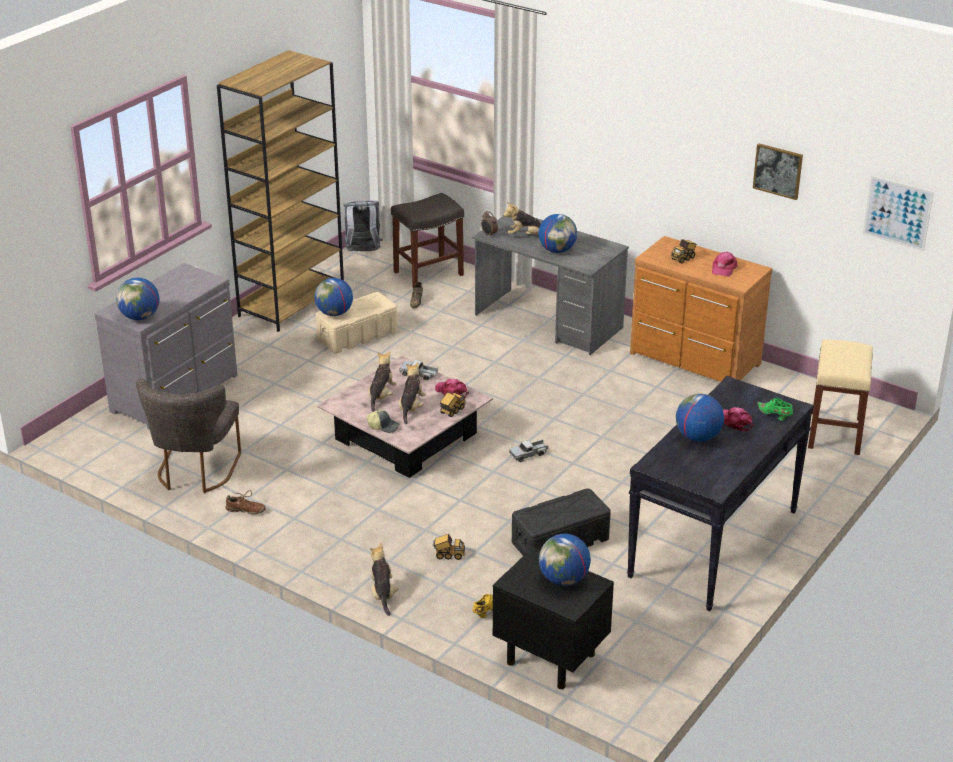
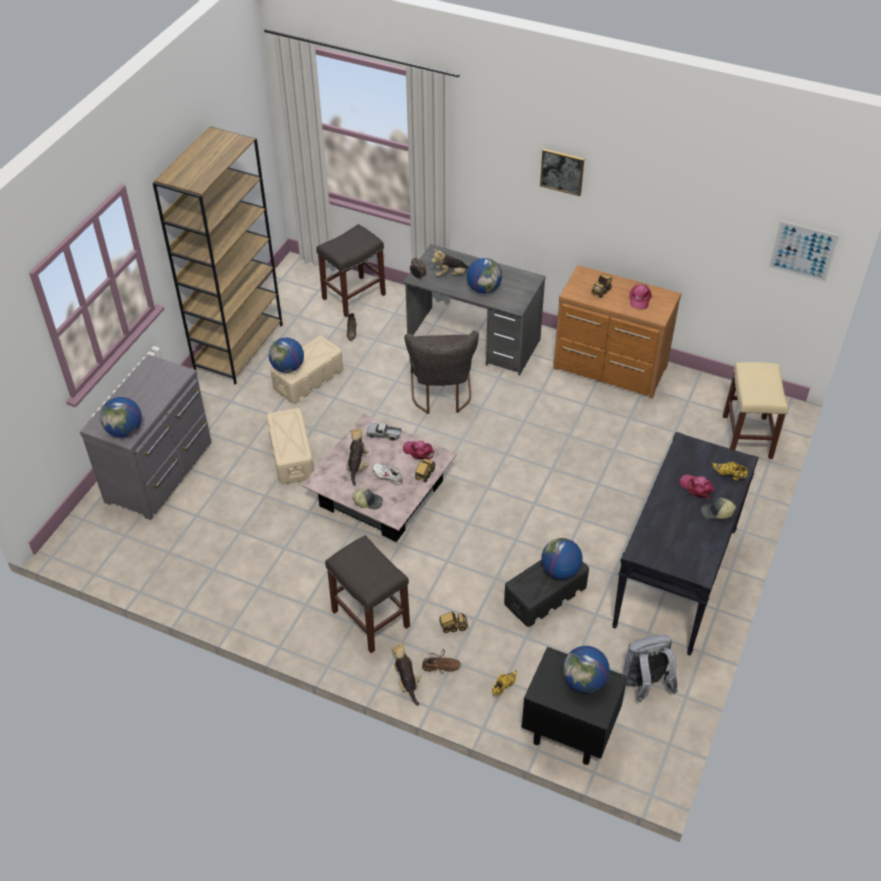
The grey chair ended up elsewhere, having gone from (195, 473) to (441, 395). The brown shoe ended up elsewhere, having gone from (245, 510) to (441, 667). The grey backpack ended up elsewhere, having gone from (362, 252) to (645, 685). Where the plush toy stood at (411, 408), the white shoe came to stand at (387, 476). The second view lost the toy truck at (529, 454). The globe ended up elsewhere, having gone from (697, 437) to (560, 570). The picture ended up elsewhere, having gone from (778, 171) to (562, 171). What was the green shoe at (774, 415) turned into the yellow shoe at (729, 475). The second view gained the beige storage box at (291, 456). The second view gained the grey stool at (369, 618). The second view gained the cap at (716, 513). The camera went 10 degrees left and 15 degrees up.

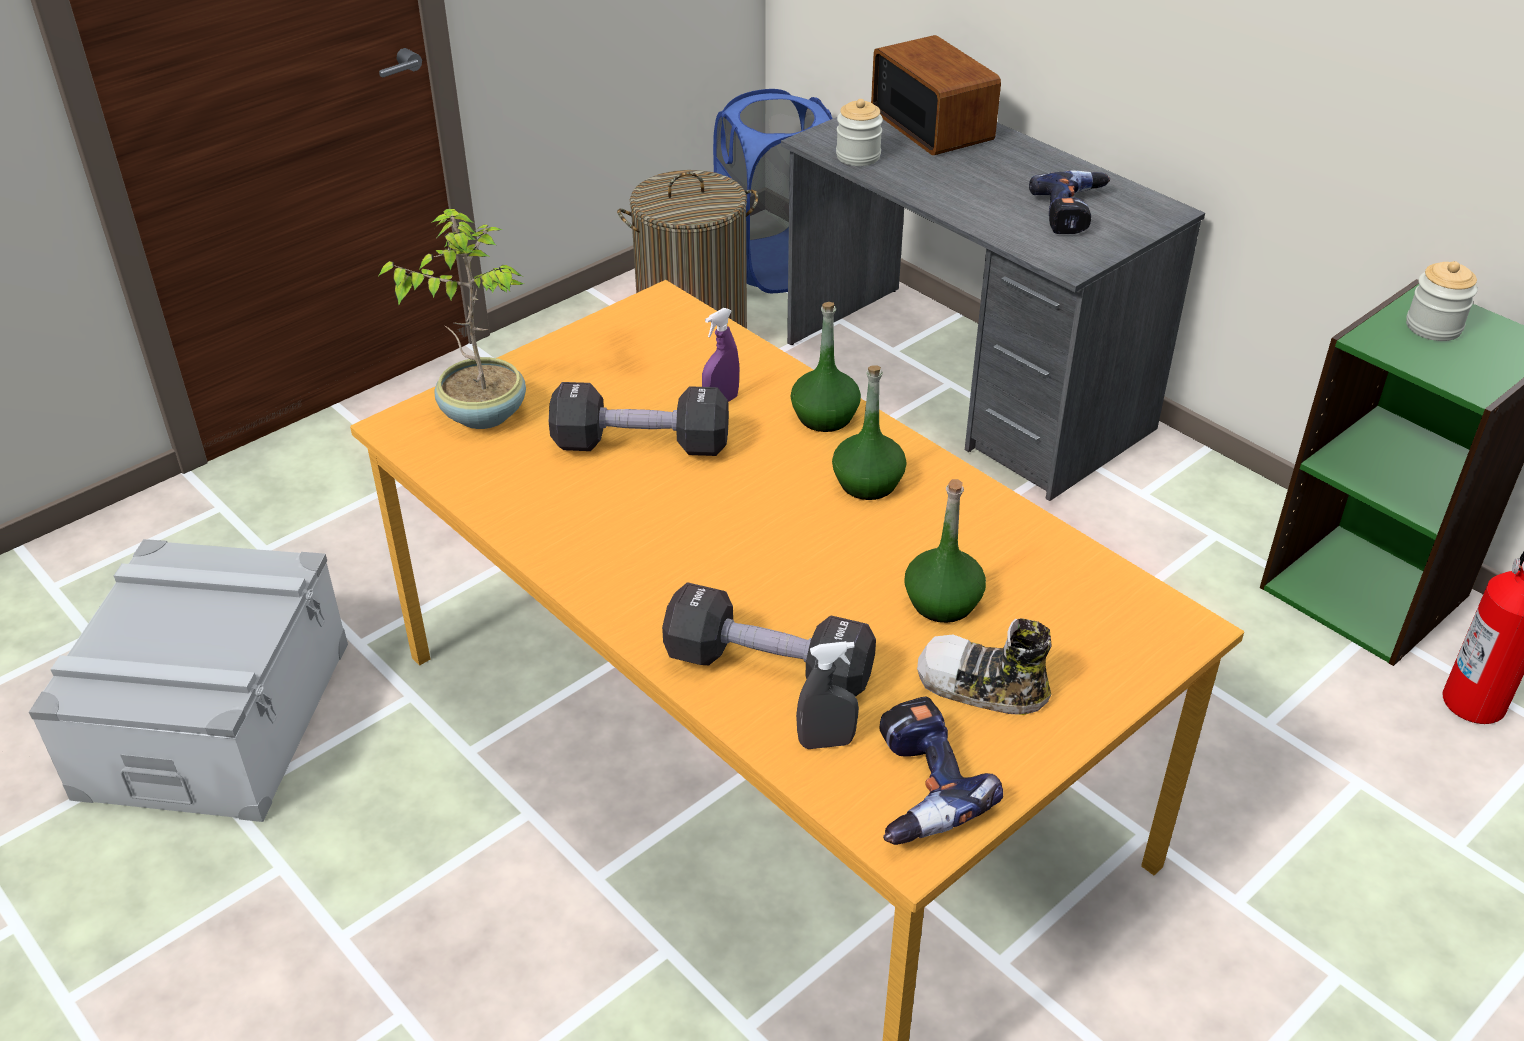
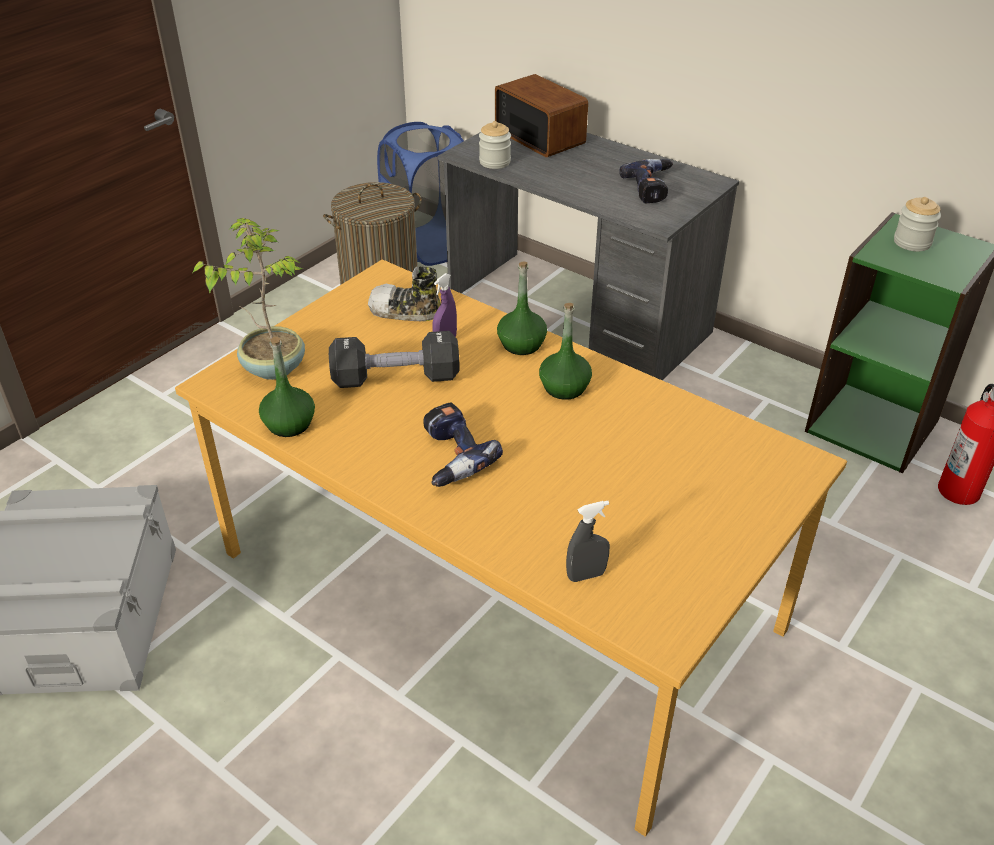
The second view lost the black dumbbell at (768, 667). The power drill ended up elsewhere, having gone from (916, 788) to (450, 457). The green bottle ended up elsewhere, having gone from (943, 603) to (289, 424). The shoe ended up elsewhere, having gone from (982, 687) to (405, 311). The camera went 10 degrees left and 0 degrees up.

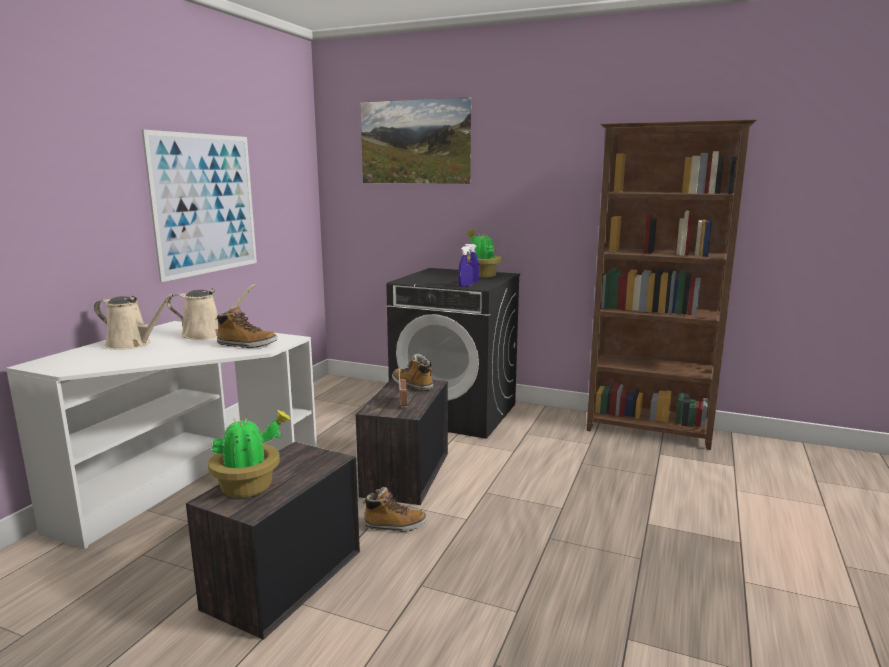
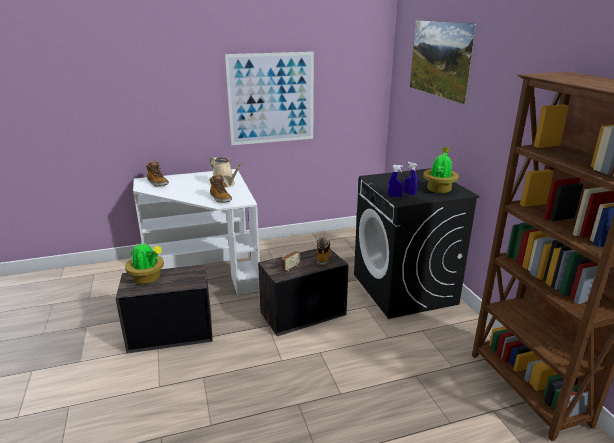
The second view lost the beige watering can at (132, 344). The boot ended up elsewhere, having gone from (394, 526) to (157, 183). The camera went 50 degrees right and 10 degrees up.

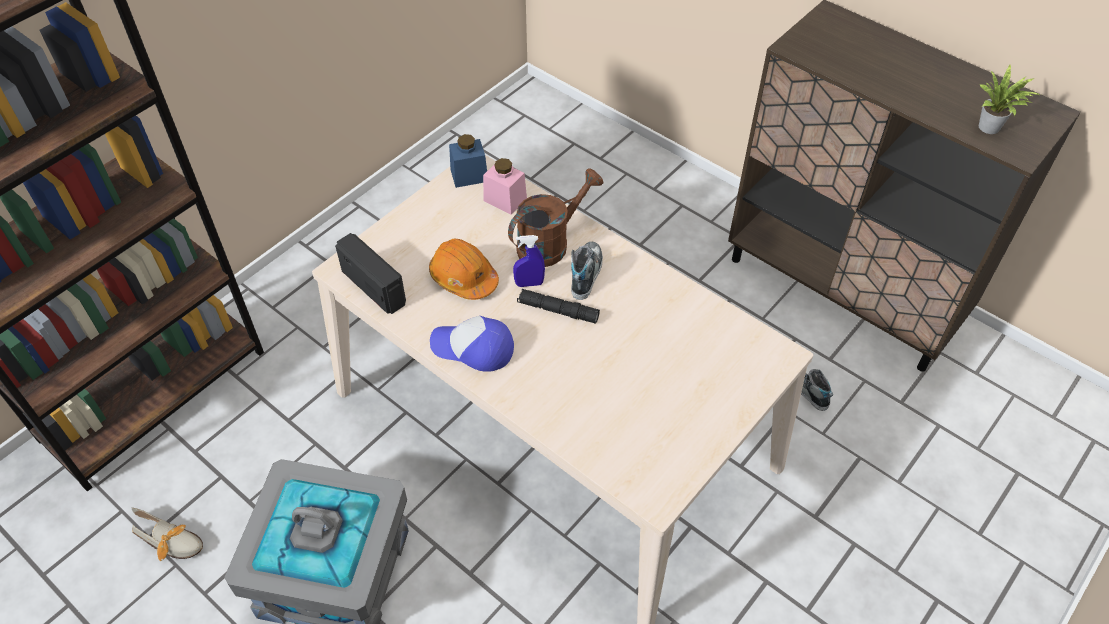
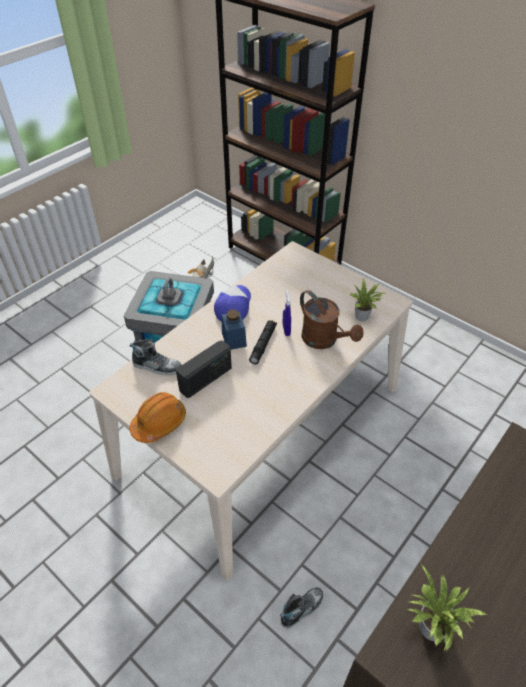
The radio ended up elsewhere, having gone from (374, 287) to (206, 379). The orange hard hat ended up elsewhere, having gone from (463, 277) to (159, 422). The blue jar ended up elsewhere, having gone from (469, 175) to (234, 339). Where the pink jar stood at (505, 199), the potted plant came to stand at (363, 317). The shoe ended up elsewhere, having gone from (585, 273) to (157, 366). The camera went 90 degrees right and 5 degrees down.

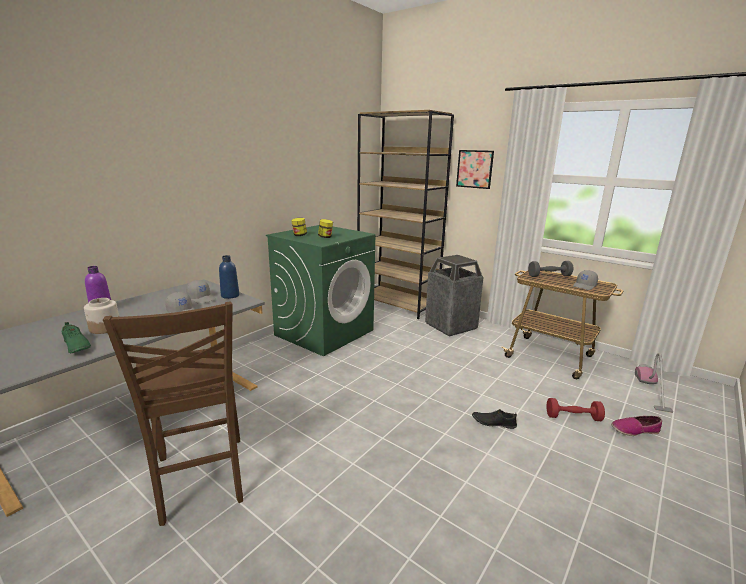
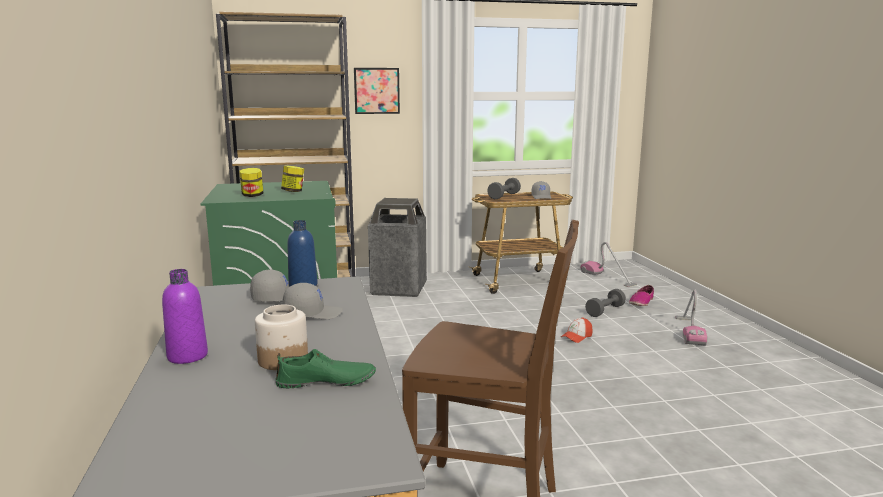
Where the black shoe stood at (493, 422), the cap came to stand at (576, 337). What was the red dumbbell at (573, 417) turned into the grey dumbbell at (605, 311). The second view gained the vacuum cleaner at (689, 331). The camera went 50 degrees left and 5 degrees down.

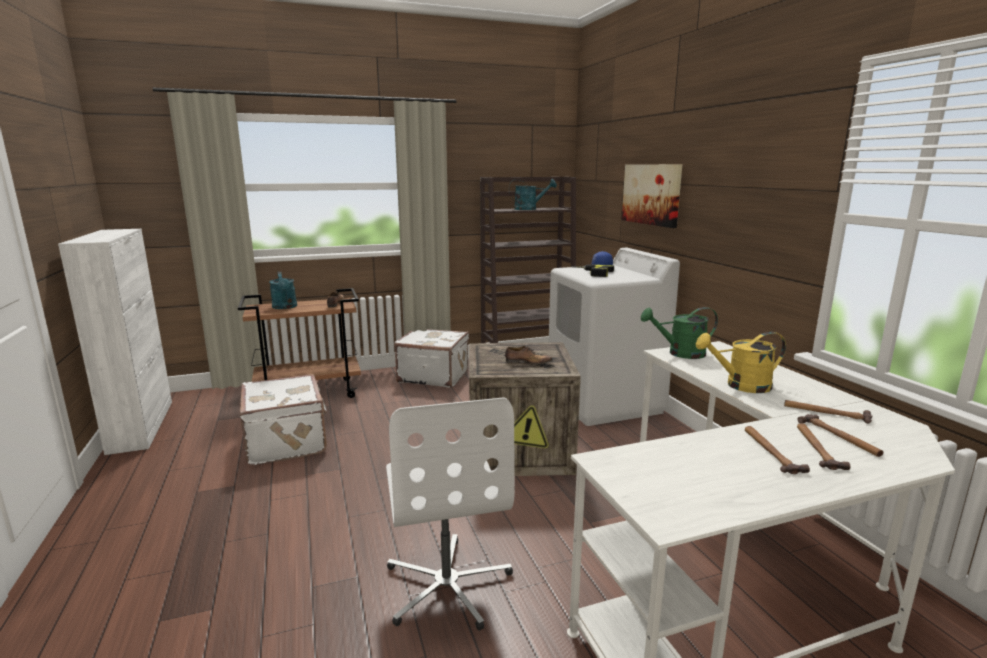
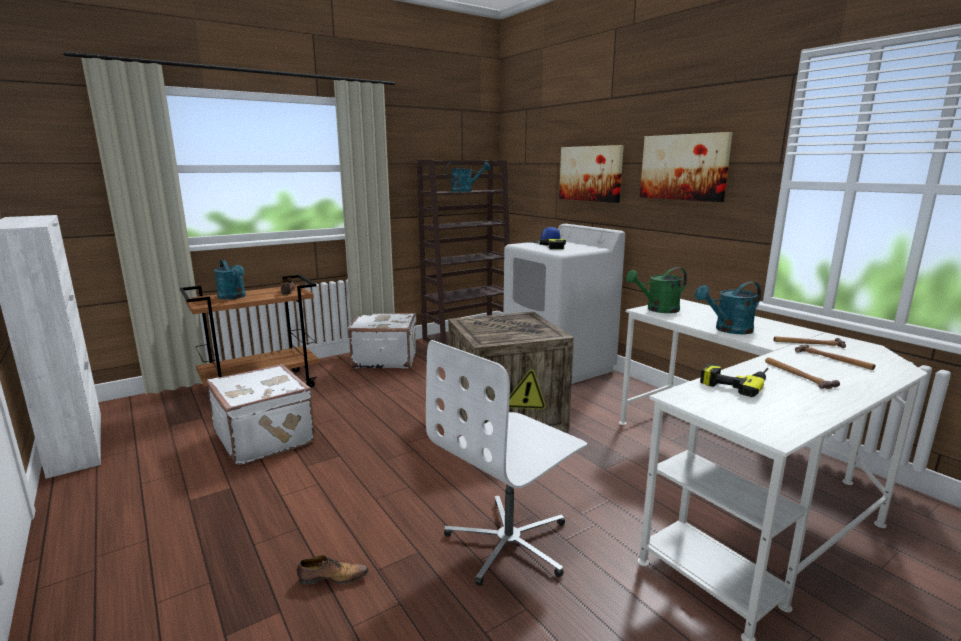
The white office chair at (447, 584) ended up facing another way, 75 degrees clockwise from before. The shoe ended up elsewhere, having gone from (527, 362) to (332, 578). What was the yellow watering can at (740, 386) turned into the turquoise watering can at (728, 330). The second view lost the hammer at (817, 448). The second view gained the picture at (684, 167). The second view gained the power drill at (736, 381). The camera went 15 degrees left and 0 degrees up.

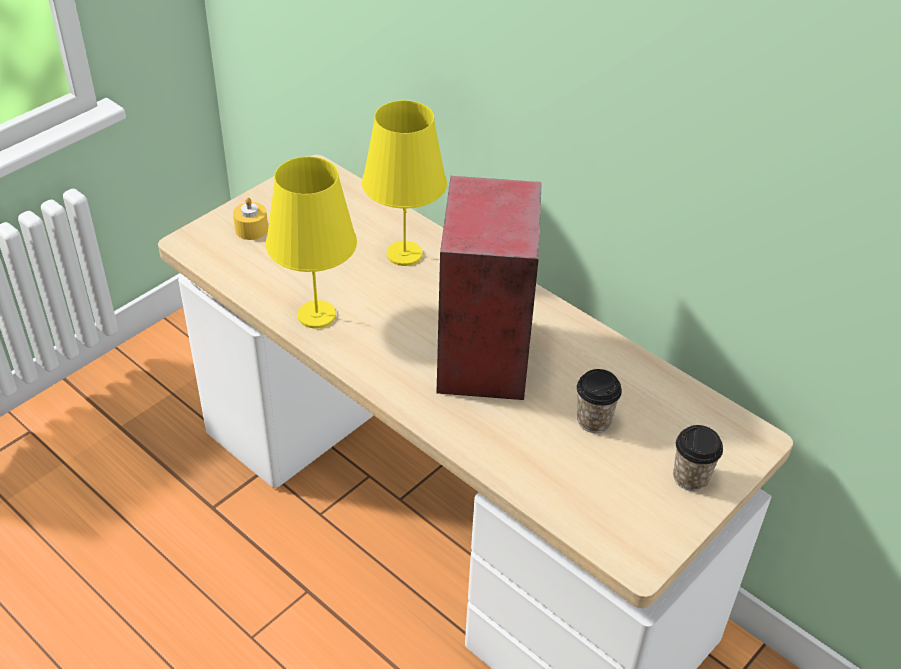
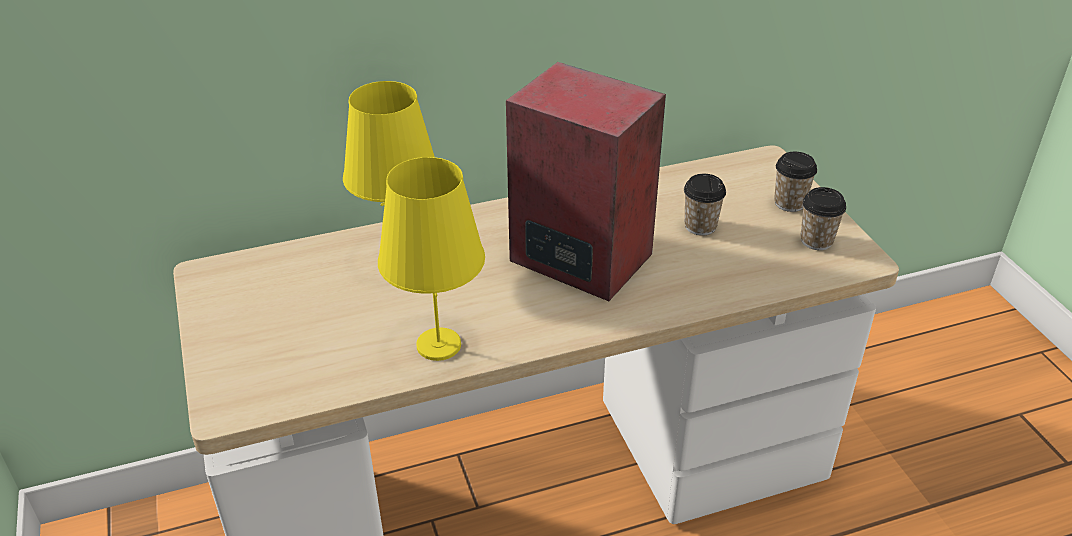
The second view lost the yellow candle at (251, 229). The second view gained the cup at (816, 240). The camera went 60 degrees left and 5 degrees down.

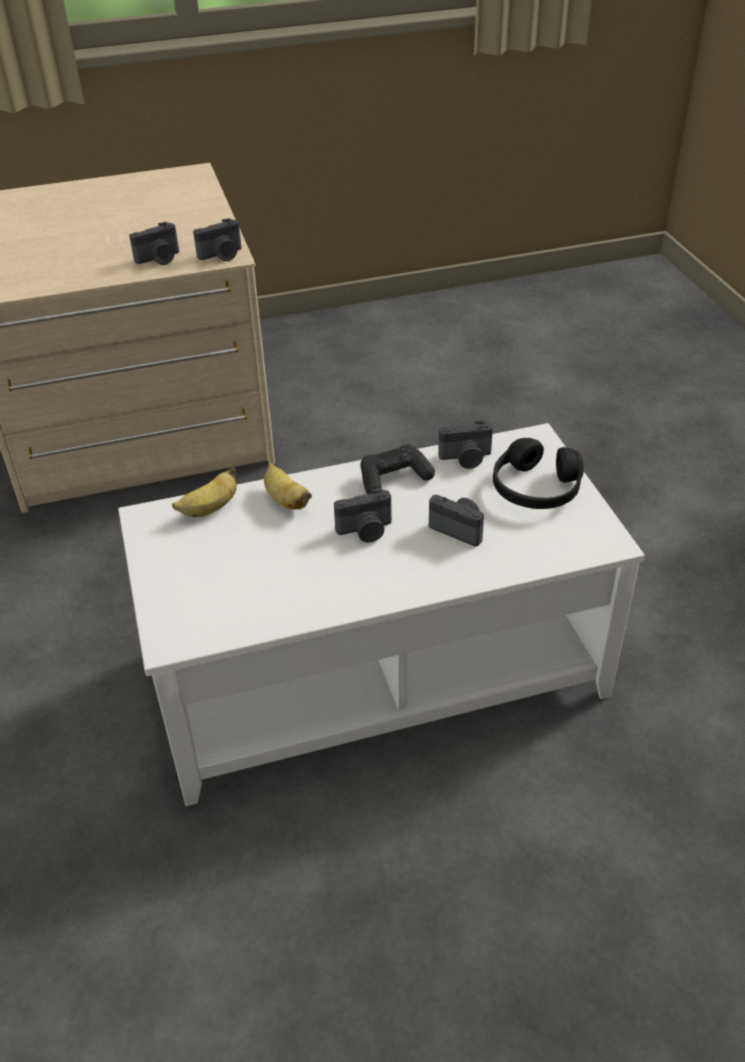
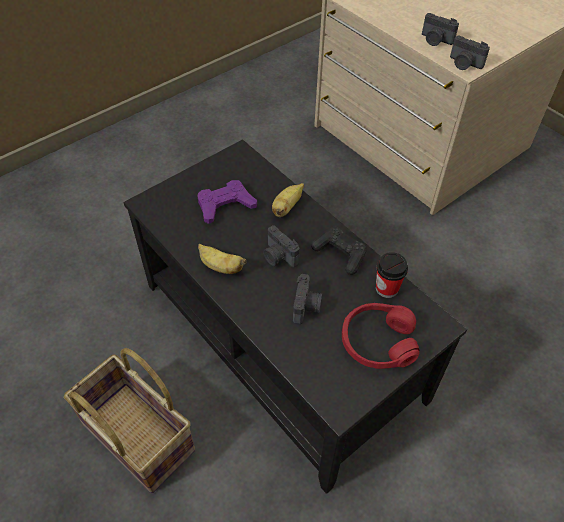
What was the white coffee table at (376, 668) turned into the black coffee table at (283, 339). The banana ended up elsewhere, having gone from (210, 509) to (220, 267). Where the photo camera stood at (466, 459), the cup came to stand at (387, 288). What was the black headphones at (536, 488) turned into the red headphones at (378, 342). The second view gained the basket at (136, 437). The second view gained the purple game controller at (225, 205). The camera went 65 degrees right and 10 degrees up.

